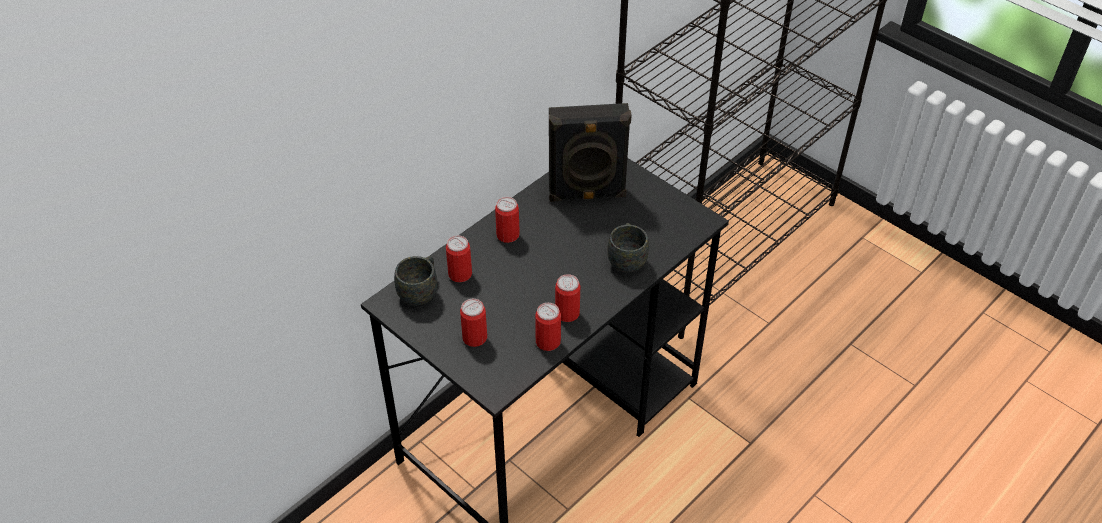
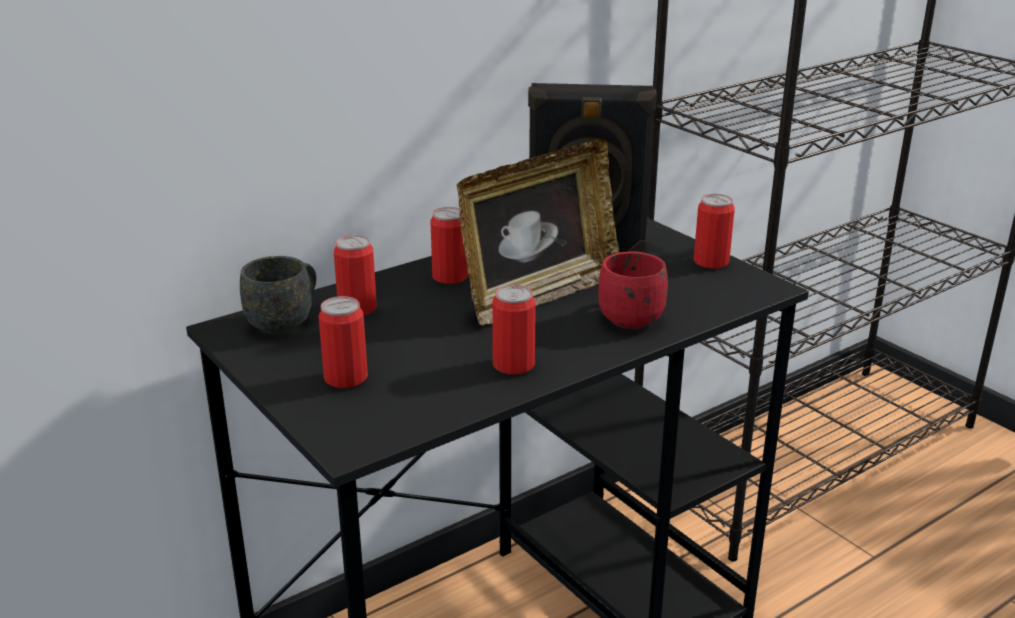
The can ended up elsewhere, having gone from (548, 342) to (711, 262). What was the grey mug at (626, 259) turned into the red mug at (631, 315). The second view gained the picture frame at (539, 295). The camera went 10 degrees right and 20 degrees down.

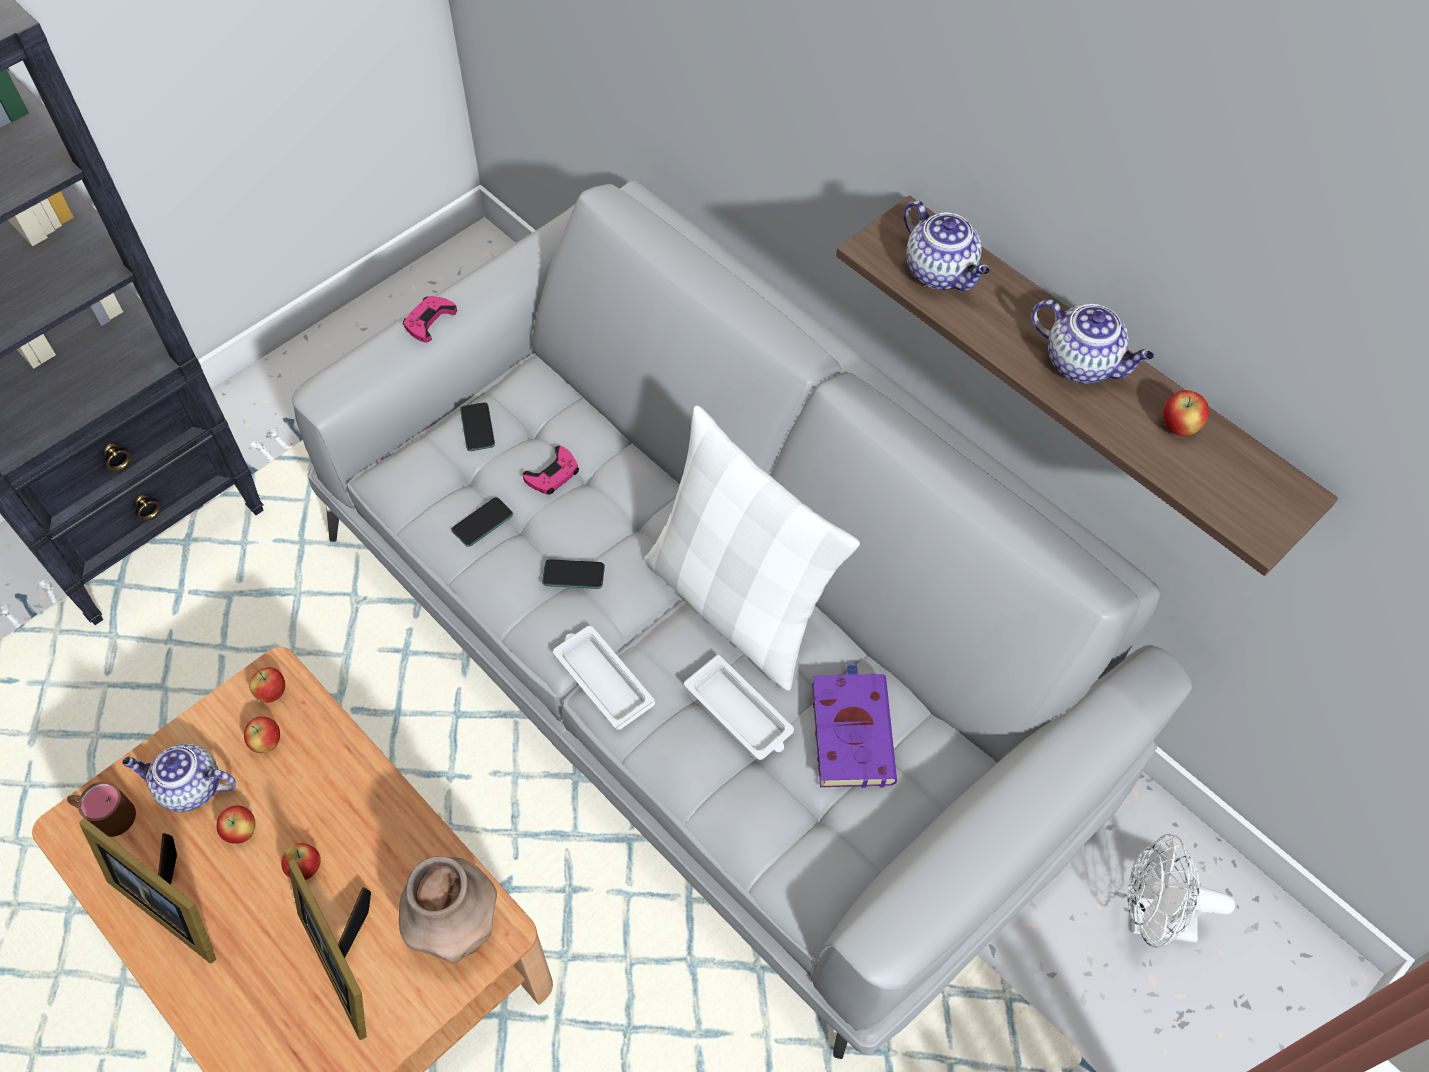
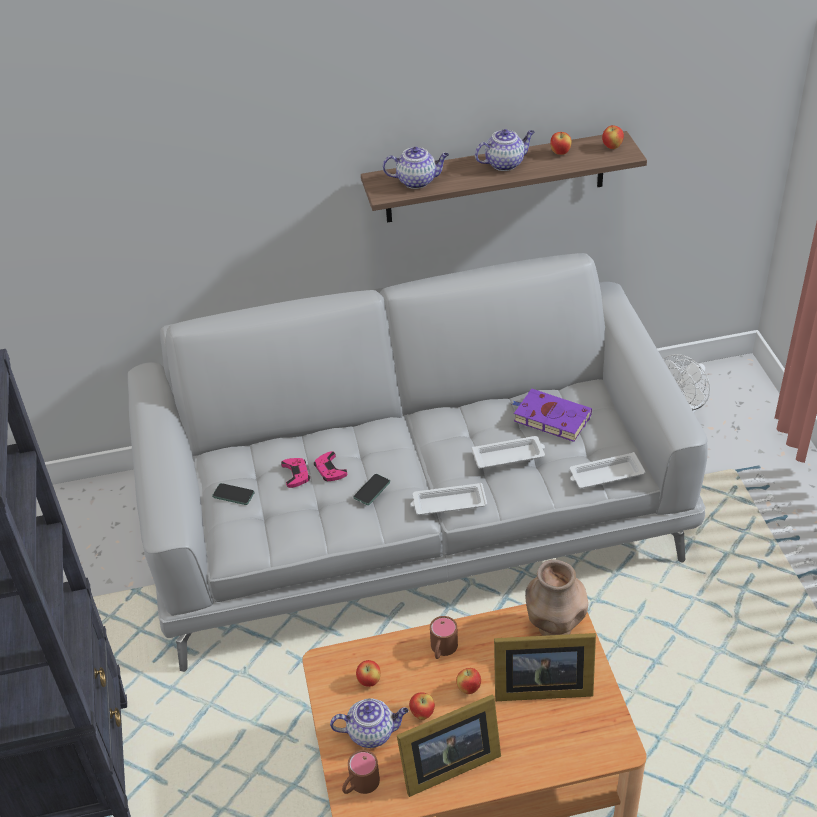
The teapot at (189, 788) ended up facing another way, 135 degrees counterclockwise from before. The apple ended up elsewhere, having gone from (272, 693) to (612, 147). The pink game controller ended up elsewhere, having gone from (429, 321) to (330, 470). The second view lost the phone at (482, 522). The second view lost the white pillow at (737, 604). The second view gained the brown mug at (442, 650). The second view gained the white tray at (605, 475). The camera went 55 degrees left and 15 degrees down.

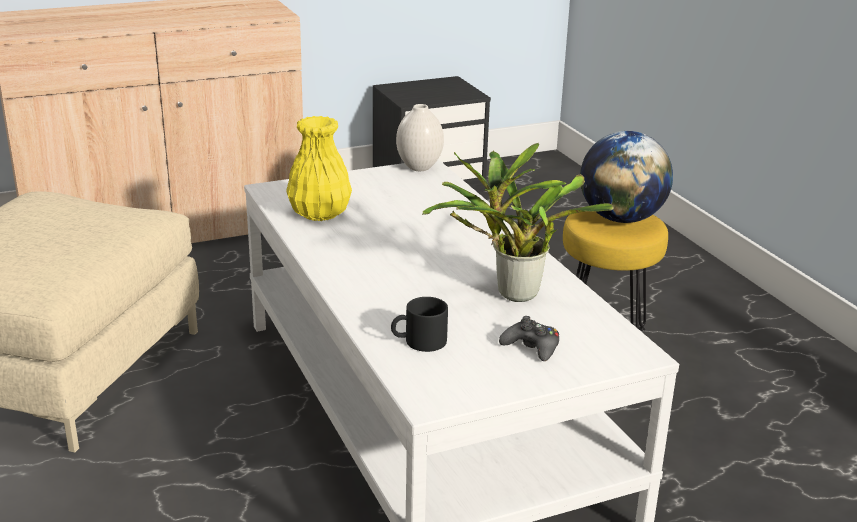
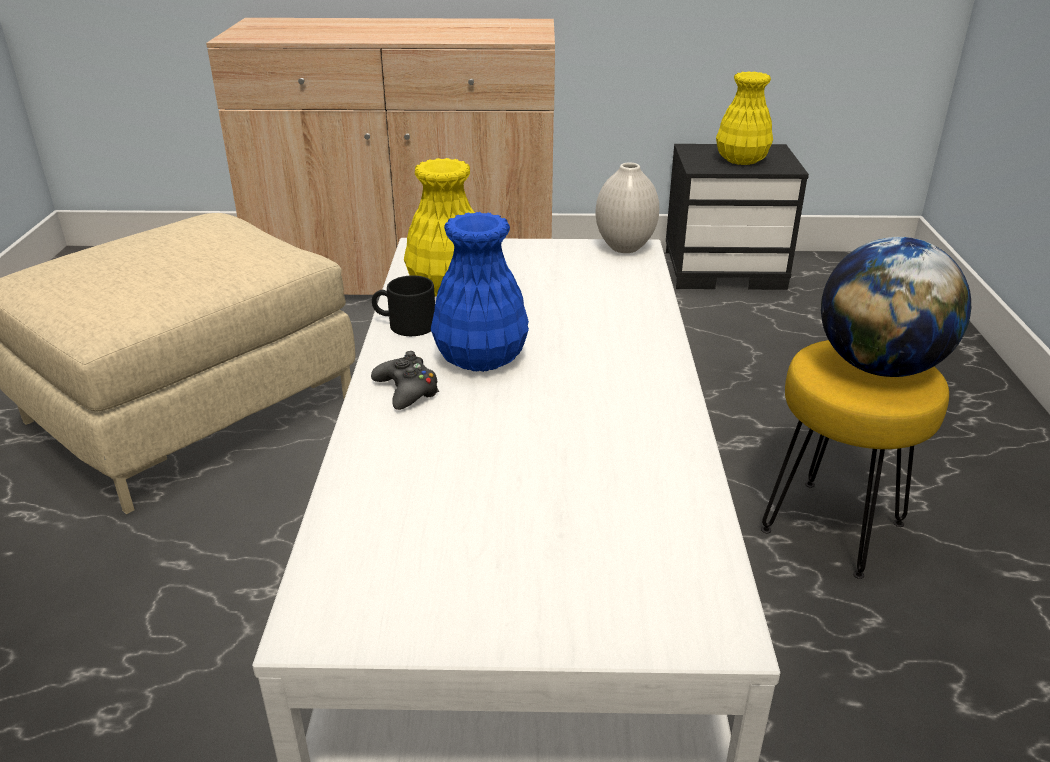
The black mug ended up elsewhere, having gone from (419, 342) to (404, 325). The second view lost the potted plant at (511, 293). The black game controller ended up elsewhere, having gone from (531, 347) to (407, 390). The second view gained the blue vase at (481, 358). The second view gained the yellow vase at (742, 160). The camera went 25 degrees right and 5 degrees up.

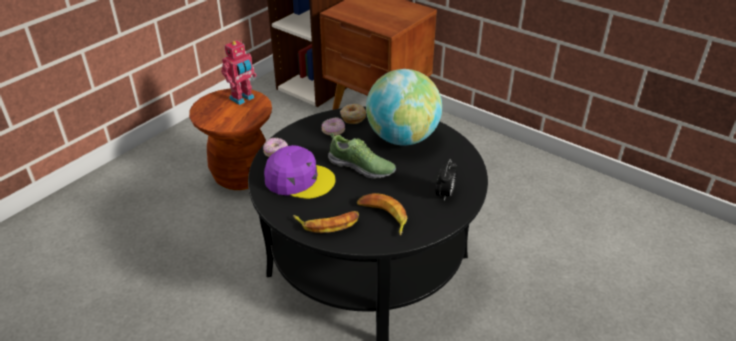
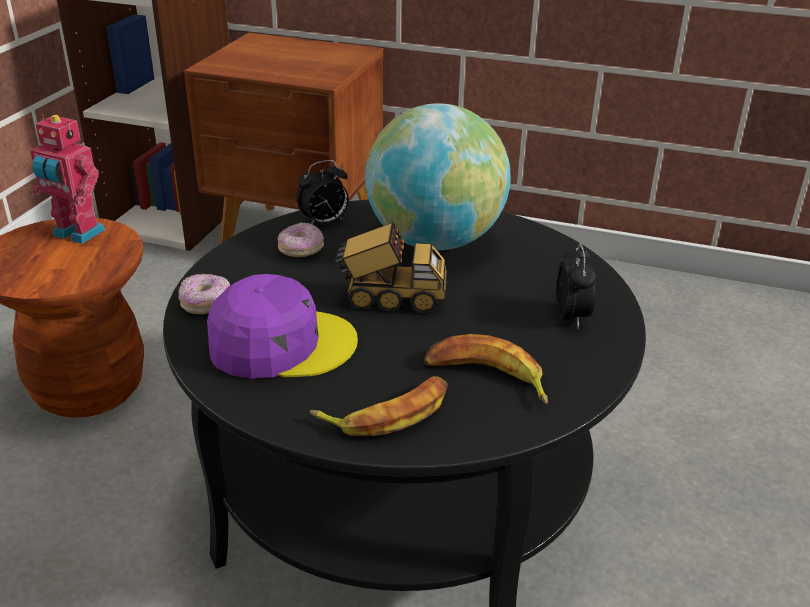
The toy robot at (242, 99) ended up facing another way, 90 degrees clockwise from before. Where the shoe stood at (362, 167), the toy truck came to stand at (391, 300). Where the donut stood at (353, 117), the alarm clock came to stand at (324, 222). The camera went 20 degrees left and 5 degrees down.

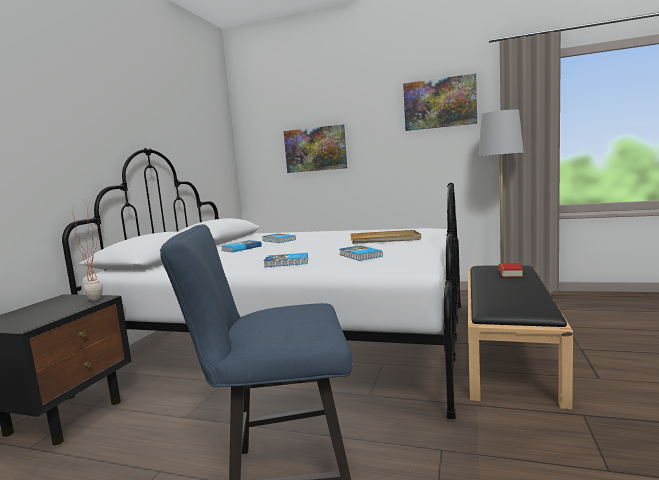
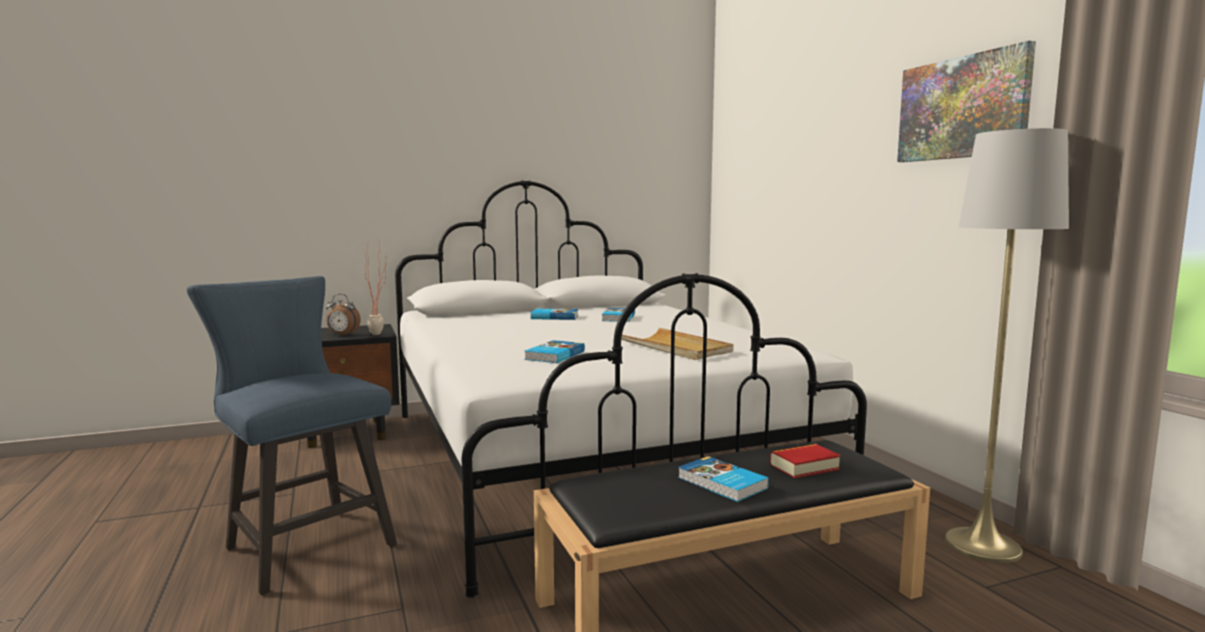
The book ended up elsewhere, having gone from (287, 263) to (721, 483). The second view lost the picture at (315, 149). The second view gained the alarm clock at (342, 335). The camera went 50 degrees right and 0 degrees up.

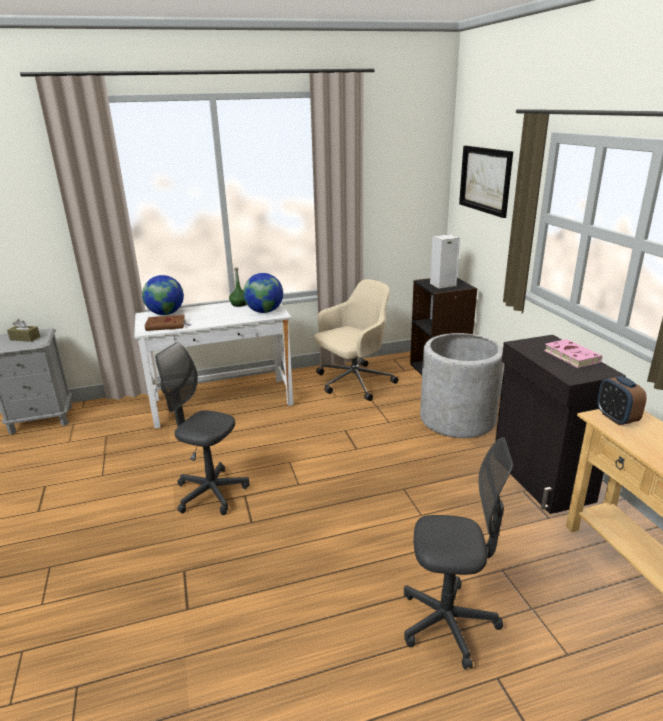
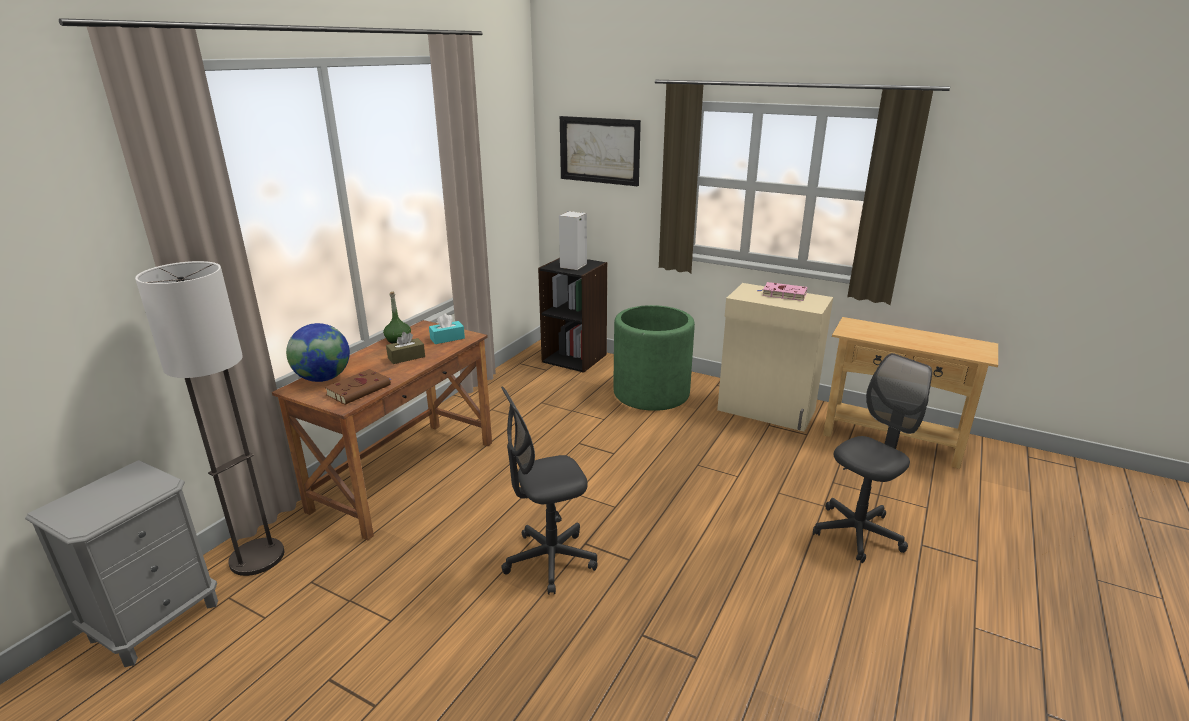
The brown tissue box ended up elsewhere, having gone from (25, 338) to (406, 357). What was the white desk at (222, 402) turned into the brown desk at (405, 475). Where the globe stood at (264, 311), the turquoise tissue box came to stand at (447, 338). The second view lost the beige office chair at (353, 382). What was the grey planter at (457, 419) turned into the green planter at (651, 393). What was the black cabinet at (540, 479) turned into the beige cabinet at (766, 411). The second view lost the alarm clock at (616, 418). The second view gained the floor lamp at (257, 557). The camera went 45 degrees left and 0 degrees up.

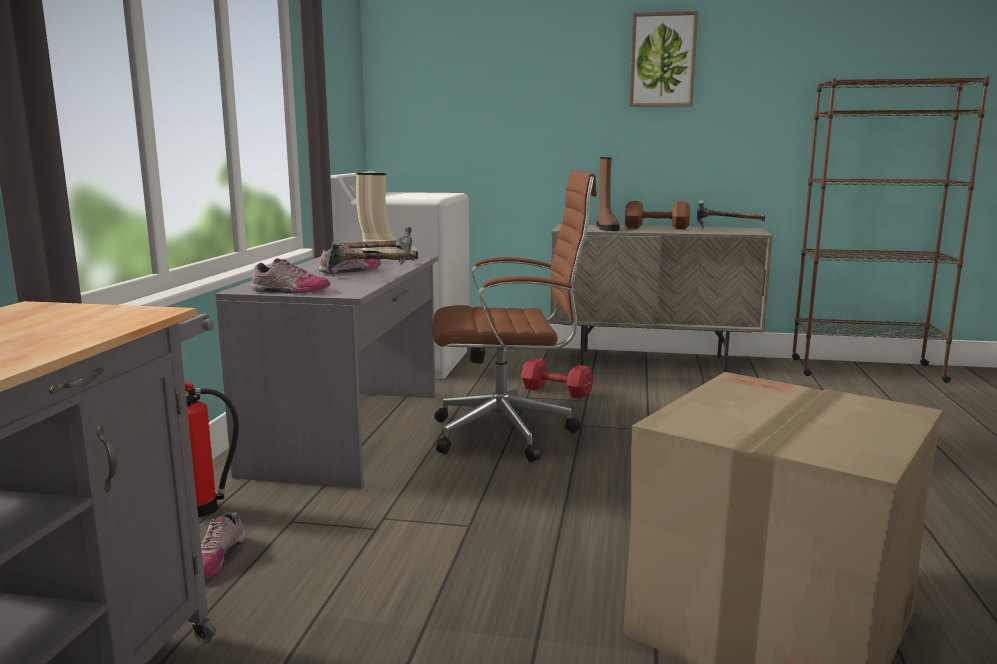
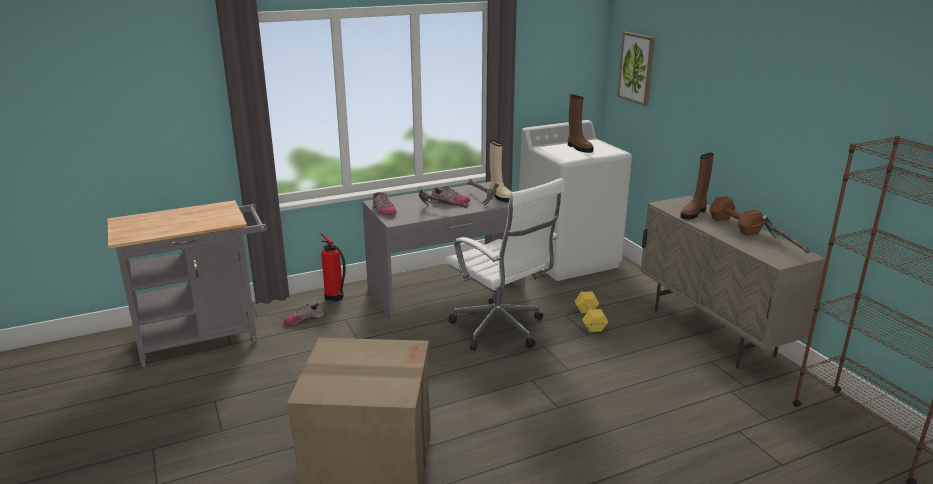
What was the brown office chair at (510, 434) turned into the white office chair at (501, 330). What was the red dumbbell at (555, 391) turned into the yellow dumbbell at (590, 319). The picture ended up elsewhere, having gone from (662, 60) to (636, 68). The second view gained the brown boot at (579, 148). The camera went 55 degrees right and 10 degrees up.

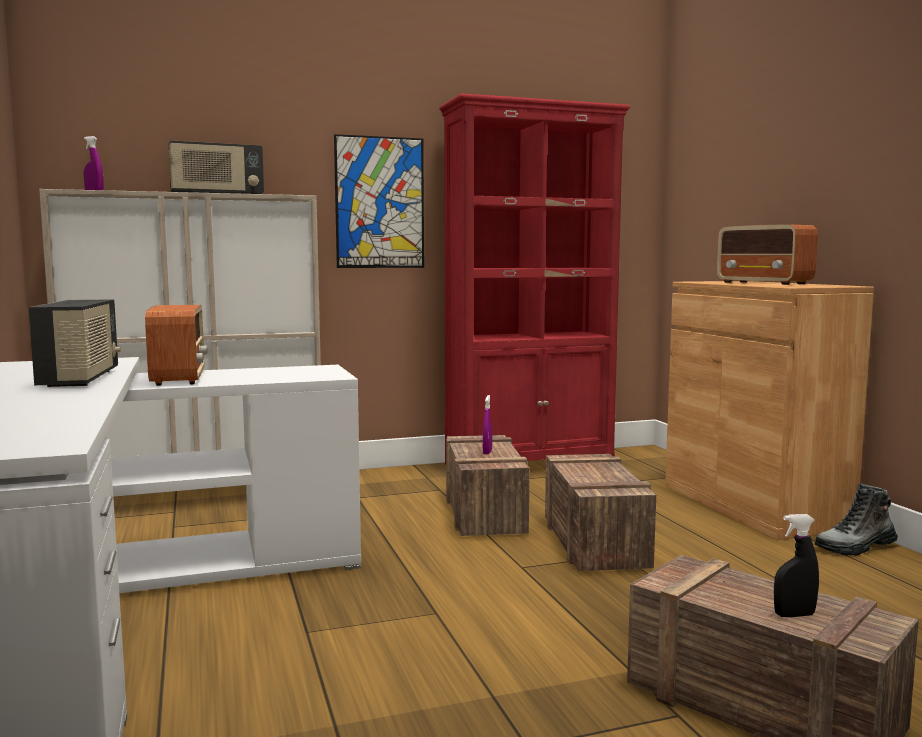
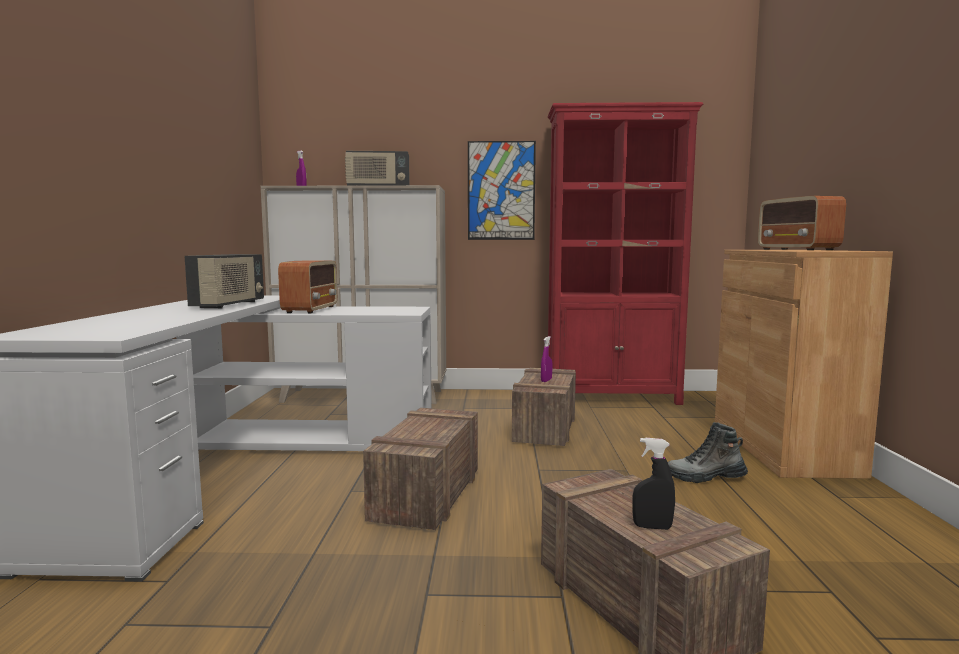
The crate ended up elsewhere, having gone from (595, 543) to (427, 495). The boot ended up elsewhere, having gone from (855, 547) to (705, 477). The camera went 20 degrees right and 0 degrees up.

